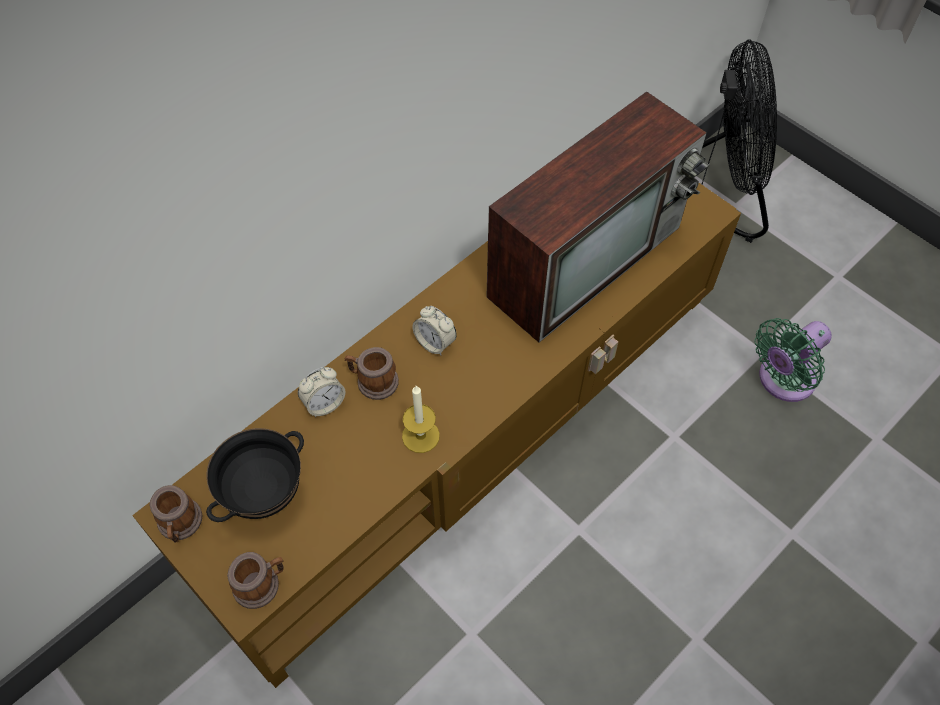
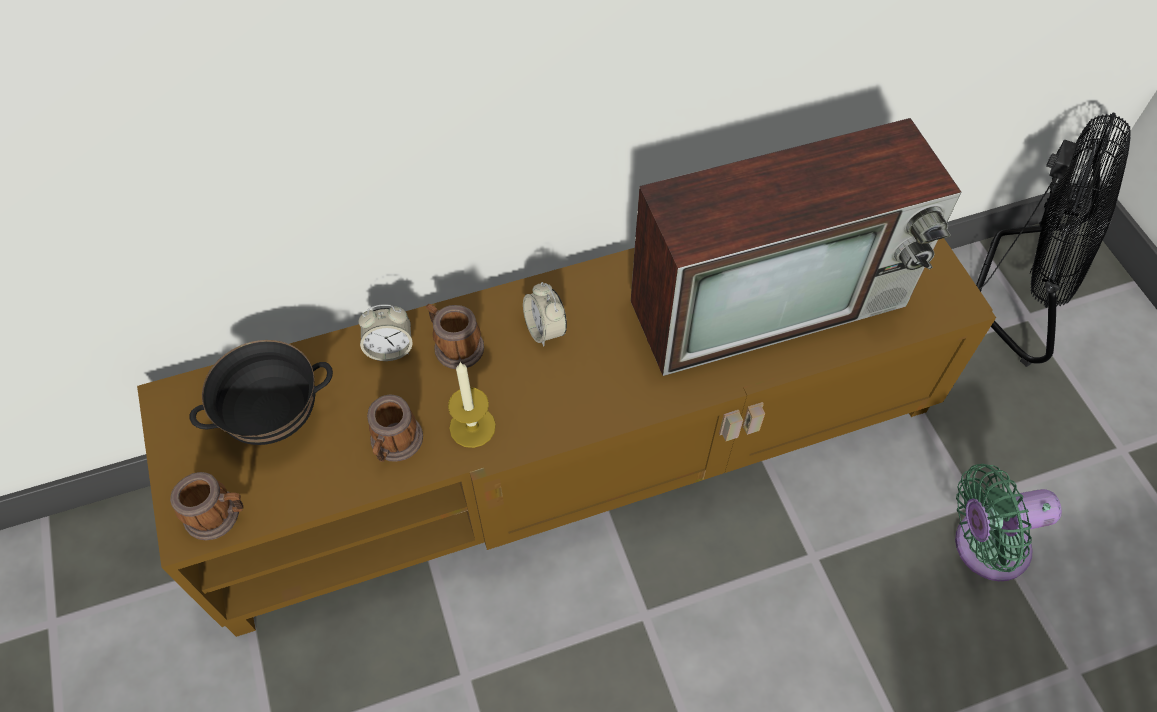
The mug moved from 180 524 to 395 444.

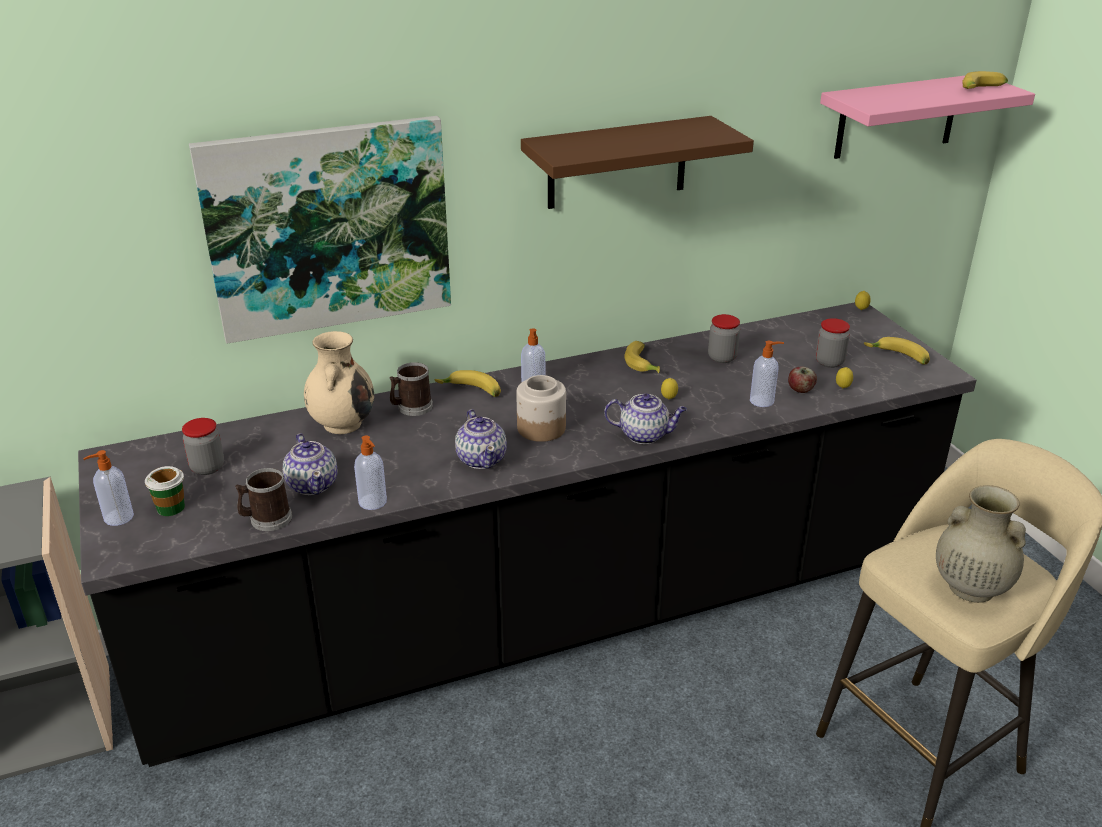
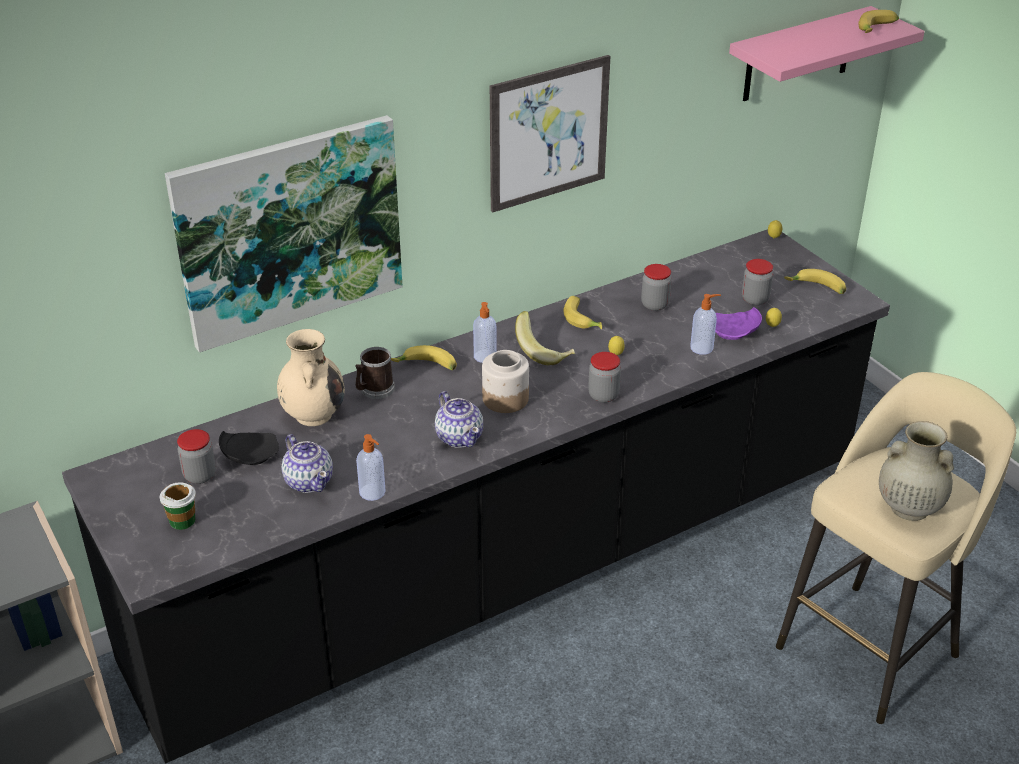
The étagère/marron at 617 163 was replaced by the tableau at 548 133.
The pomme at 800 390 was replaced by the assiette/violet at 734 333.
The théière at 645 435 was replaced by the bocal at 603 395.
The distributeur de savon at 117 518 disappeared.
The mug at 266 519 disappeared.
The banane at 544 352 appeared.
The assiette/noir at 249 456 appeared.

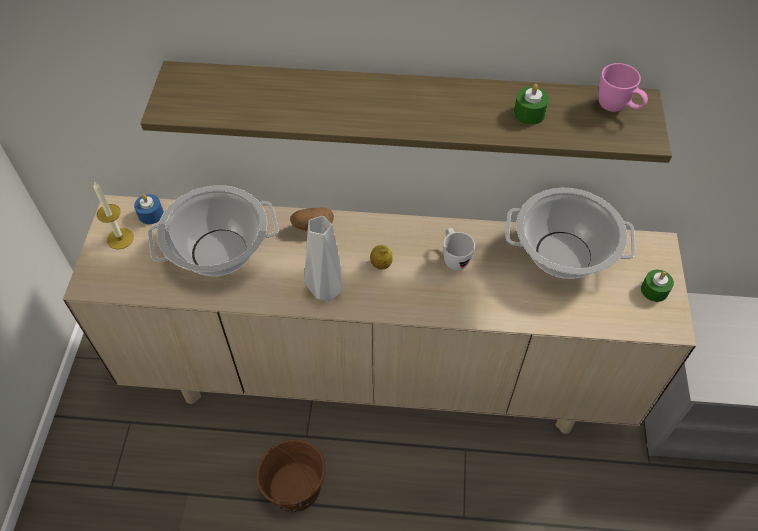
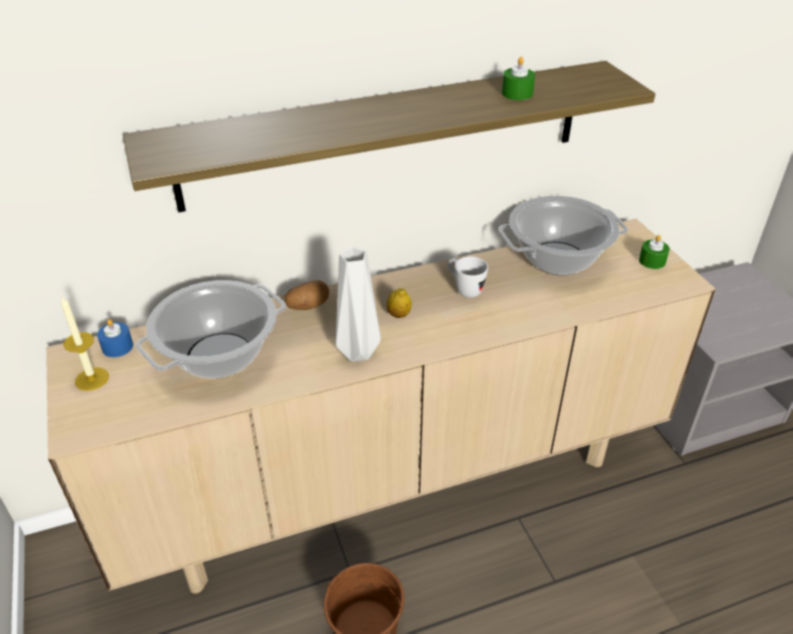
The mug/rose at 617 108 disappeared.

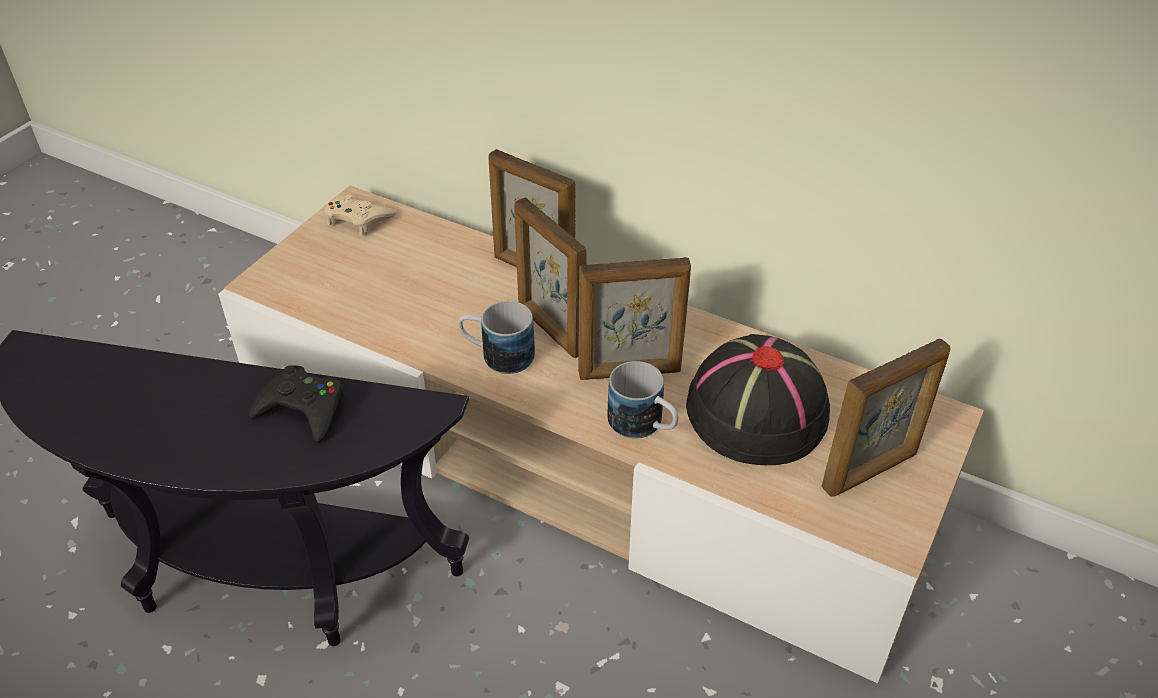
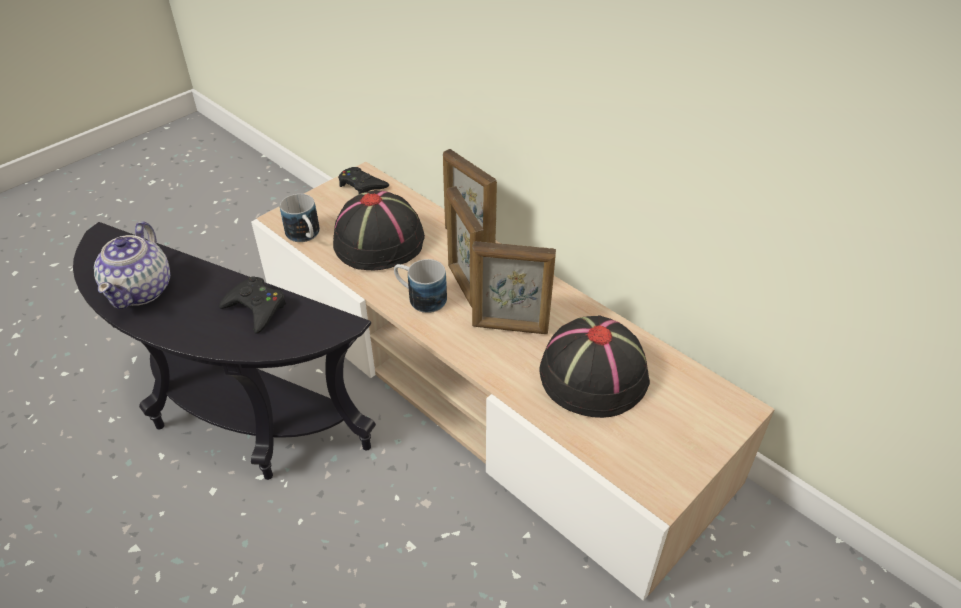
The manette/beige at 358 219 became the manette/noir at 362 185.
The cadre photo at 870 471 disappeared.
The mug moved from 644 426 to 305 236.
The chapeau/noir at 379 241 appeared.
The théière at 141 290 appeared.

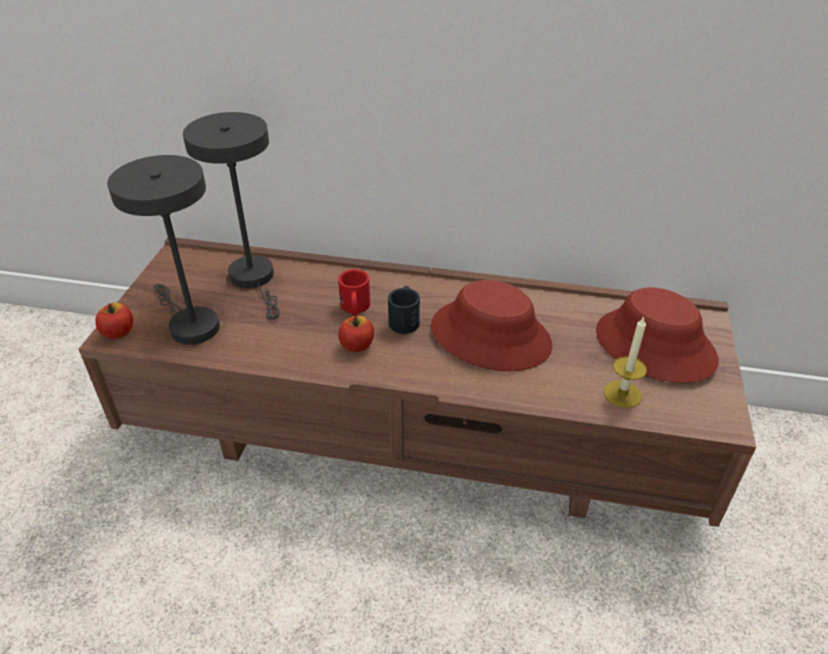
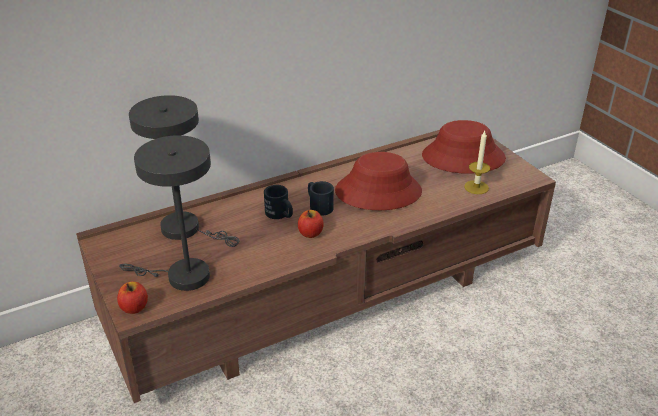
The mug/rouge at 355 308 became the mug/noir at 280 214.

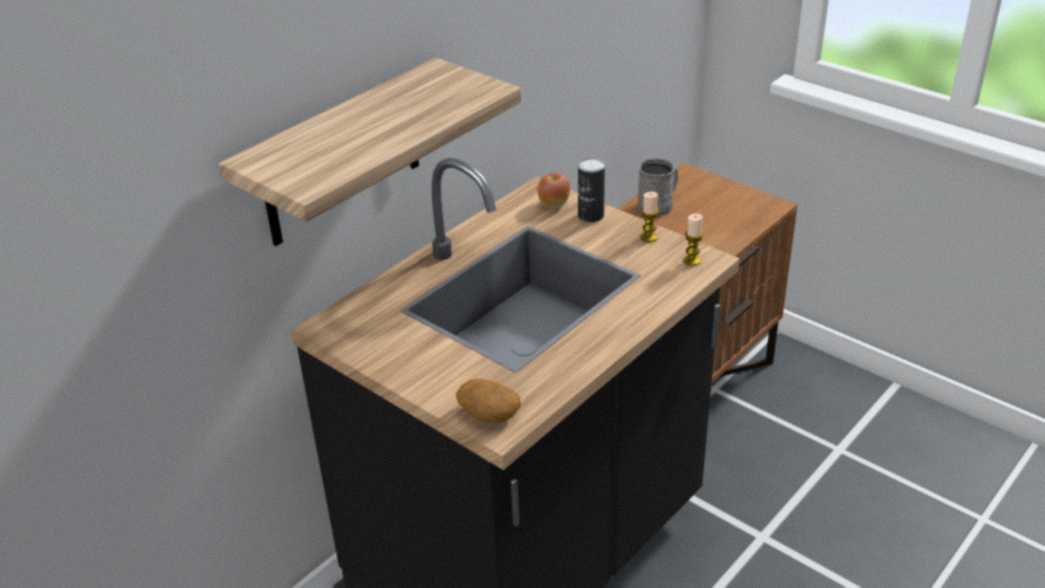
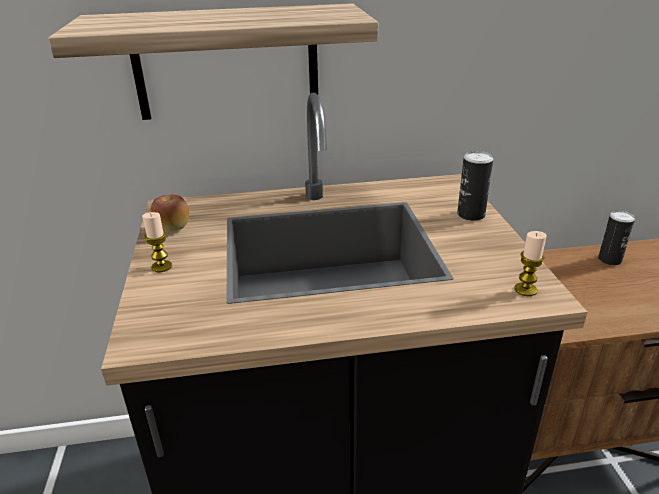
The mug/gris at 658 205 was replaced by the boîte métallique at 609 260.
The pomme moved from 554 204 to 173 228.
The bougie moved from 648 237 to 161 266.
The pomme de terre at 488 414 disappeared.

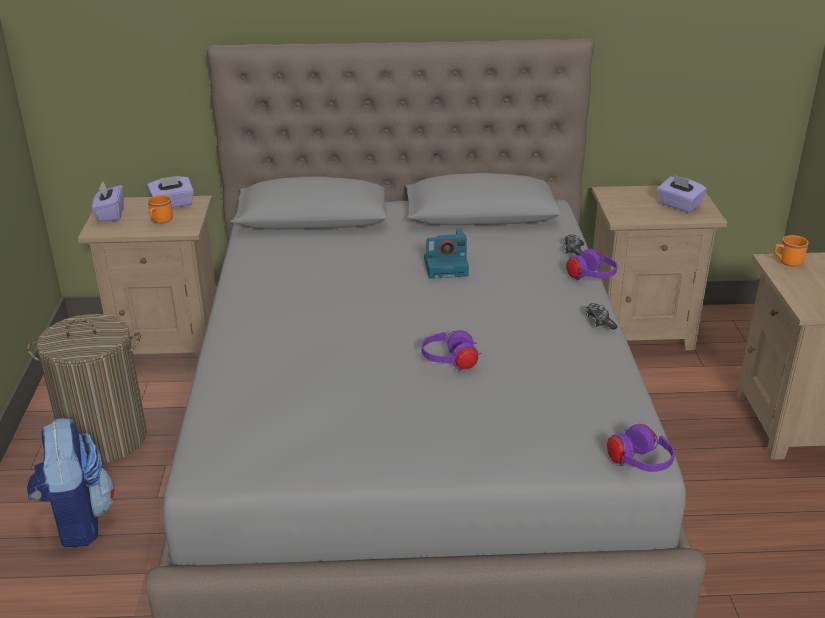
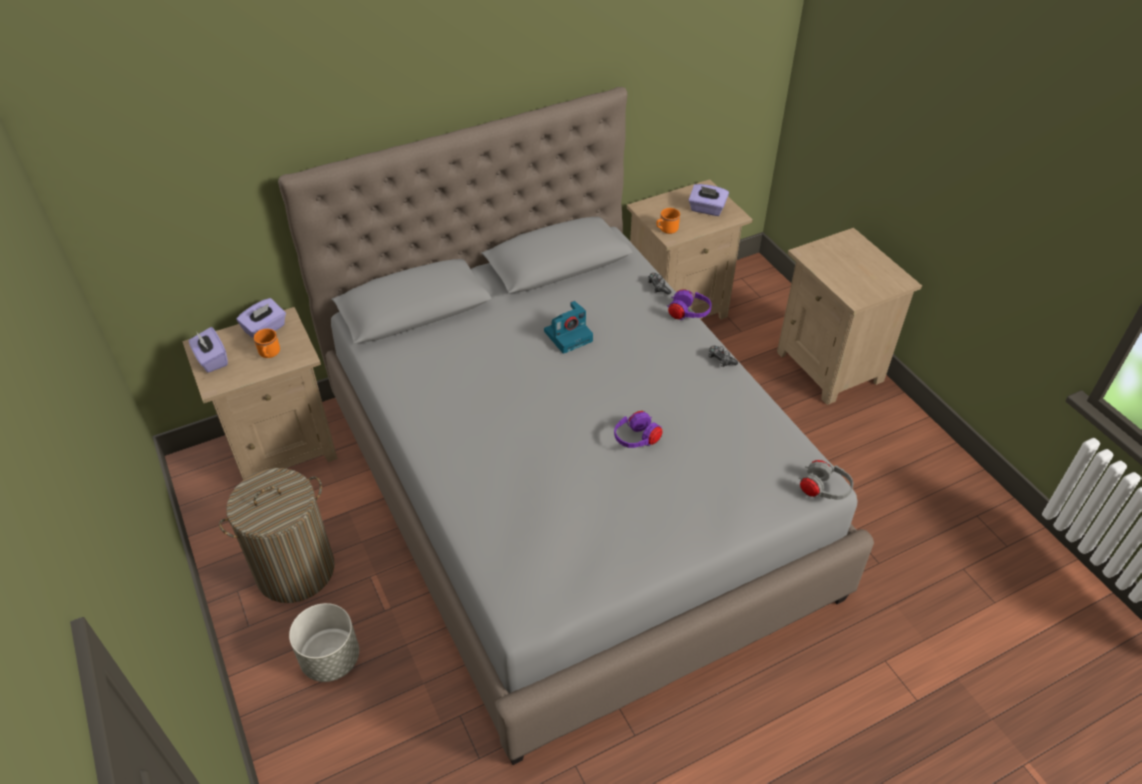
The mug/orange moved from 787 262 to 666 230.
The sac à dos at 77 520 was replaced by the cache-pot/gris at 330 659.
The casque audio/violet at 639 464 became the casque audio/gris at 823 490.

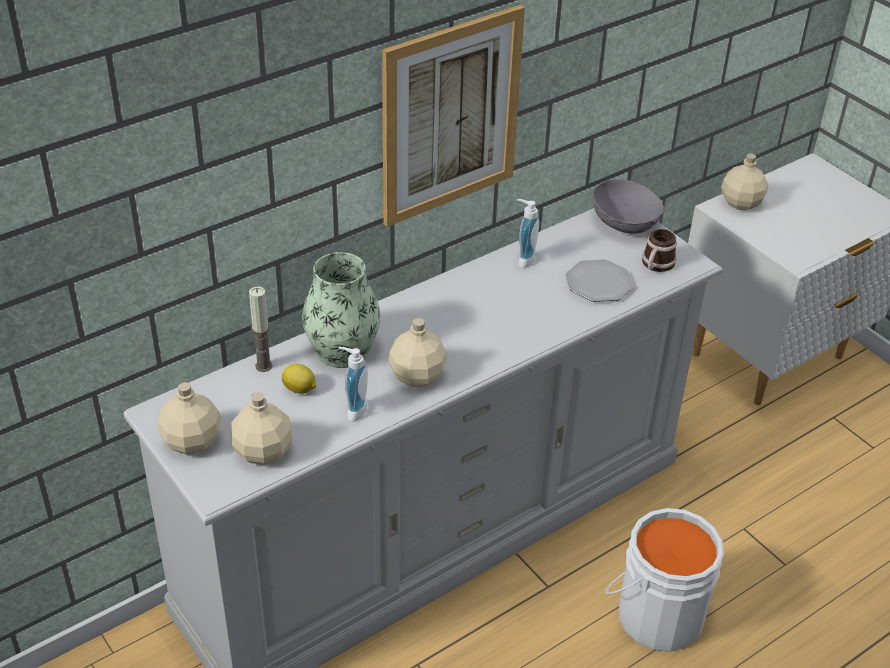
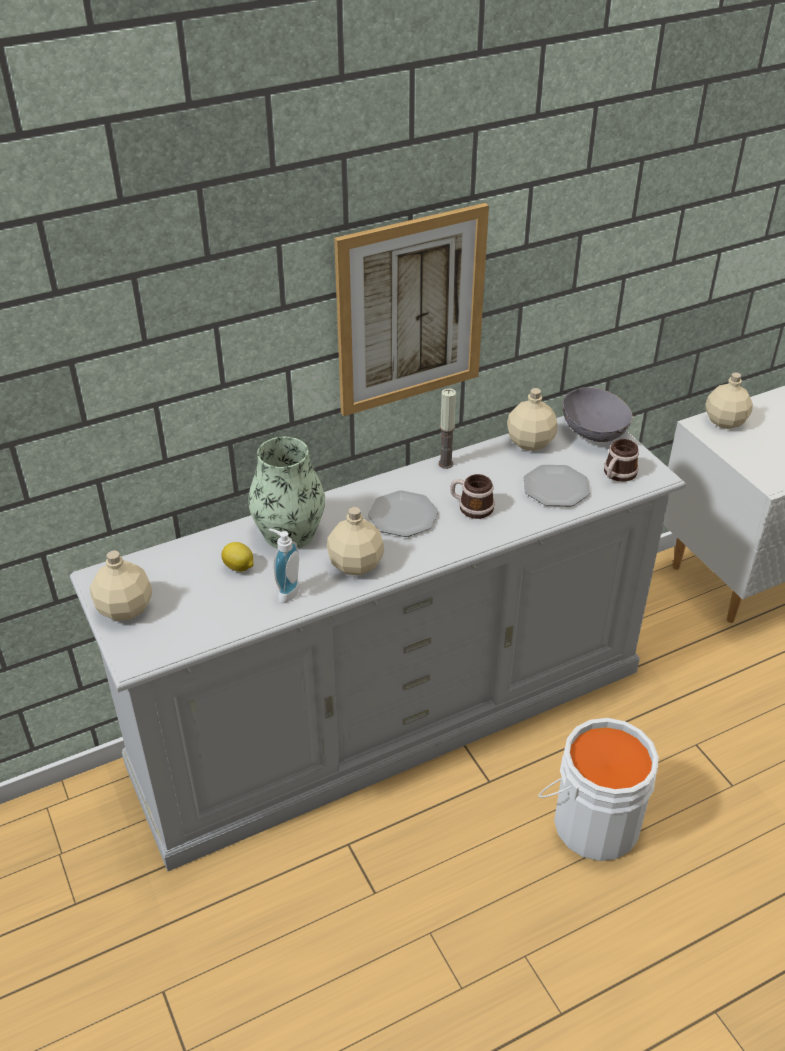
The distributeur de savon at 523 259 disappeared.
The bougie moved from 264 366 to 446 464.
The bouteille/beige moved from 263 452 to 530 443.
The mug at 471 507 appeared.
The assiette at 403 516 appeared.

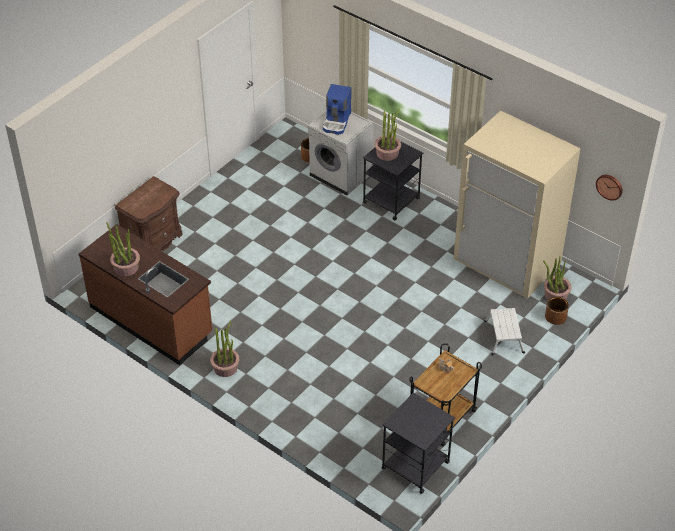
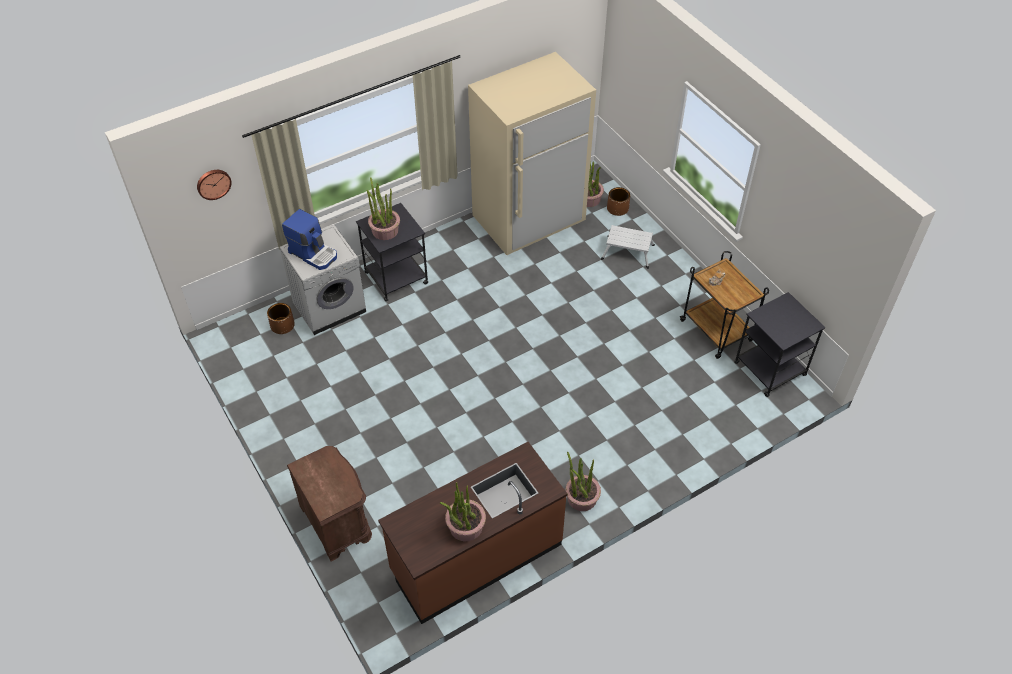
The horloge murale moved from 609 186 to 213 183.

